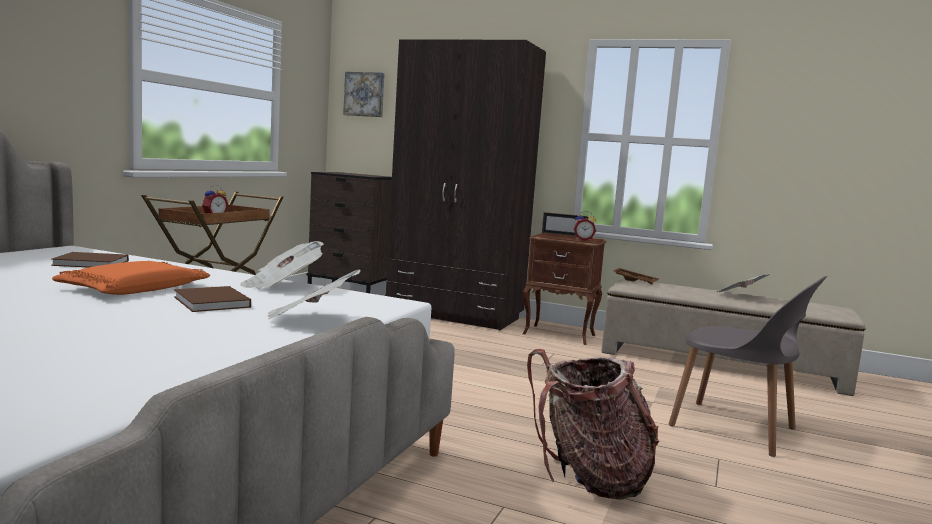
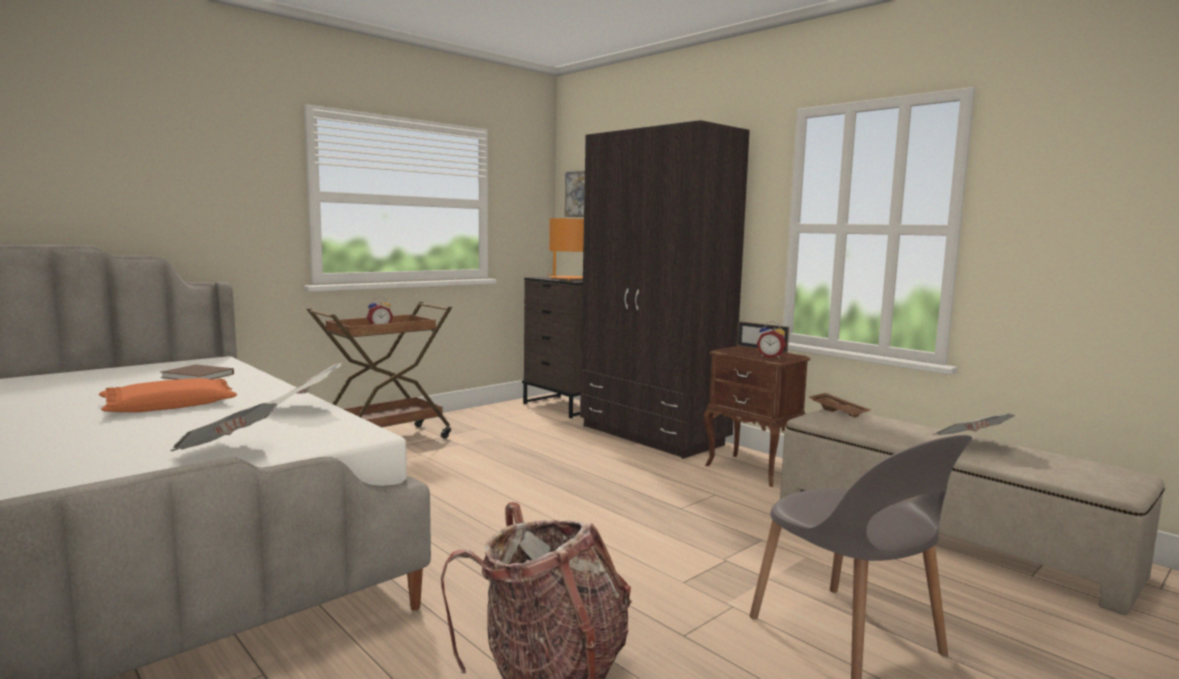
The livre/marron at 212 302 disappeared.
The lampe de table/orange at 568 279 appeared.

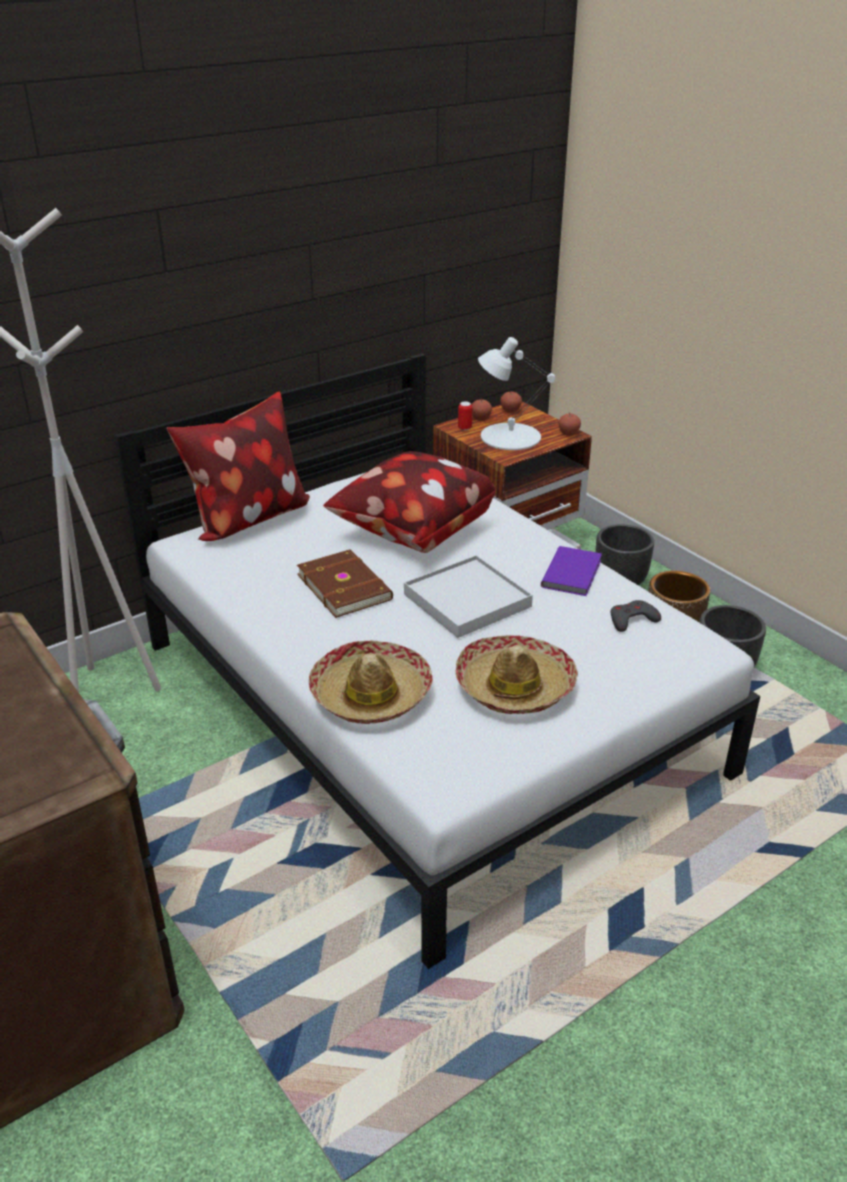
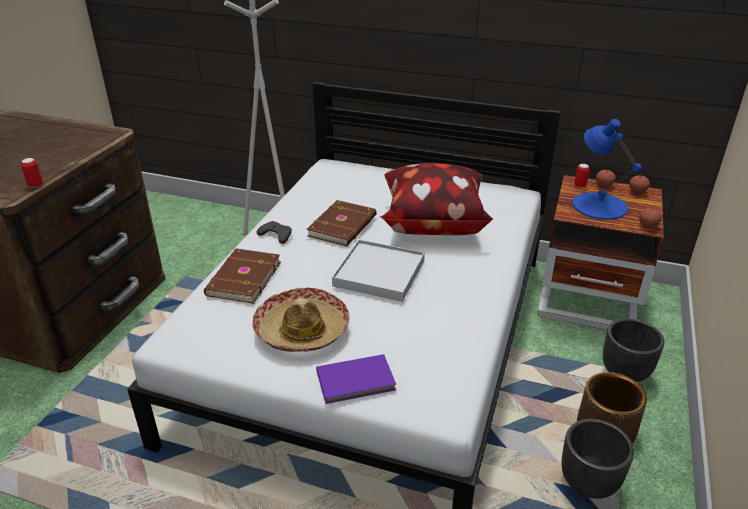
The lampe de table/blanc at 509 436 became the lampe de table/bleu at 599 205.
The coussin at 247 519 disappeared.
The livre/violet moved from 573 573 to 357 381.
The manette/gris moved from 632 620 to 276 235.
The chapeau at 371 694 was replaced by the livre/marron at 242 278.
The boîte métallique at 35 185 appeared.

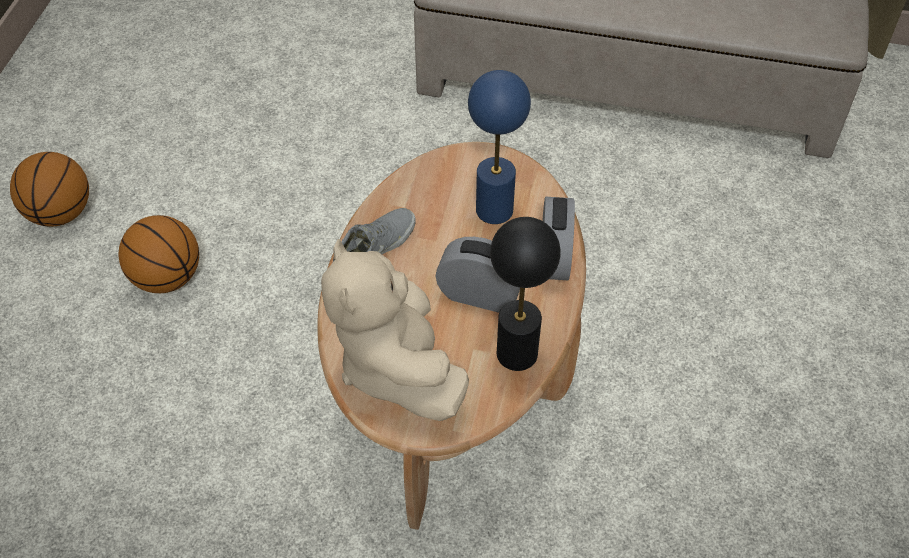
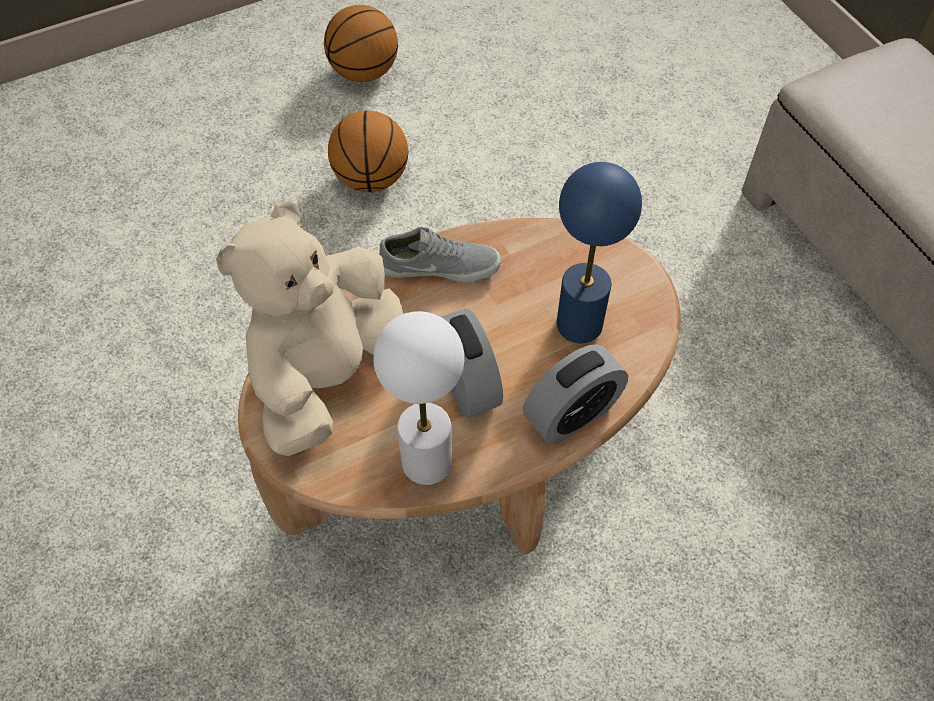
The lampe de table/noir at 516 353 became the lampe de table/blanc at 427 461.

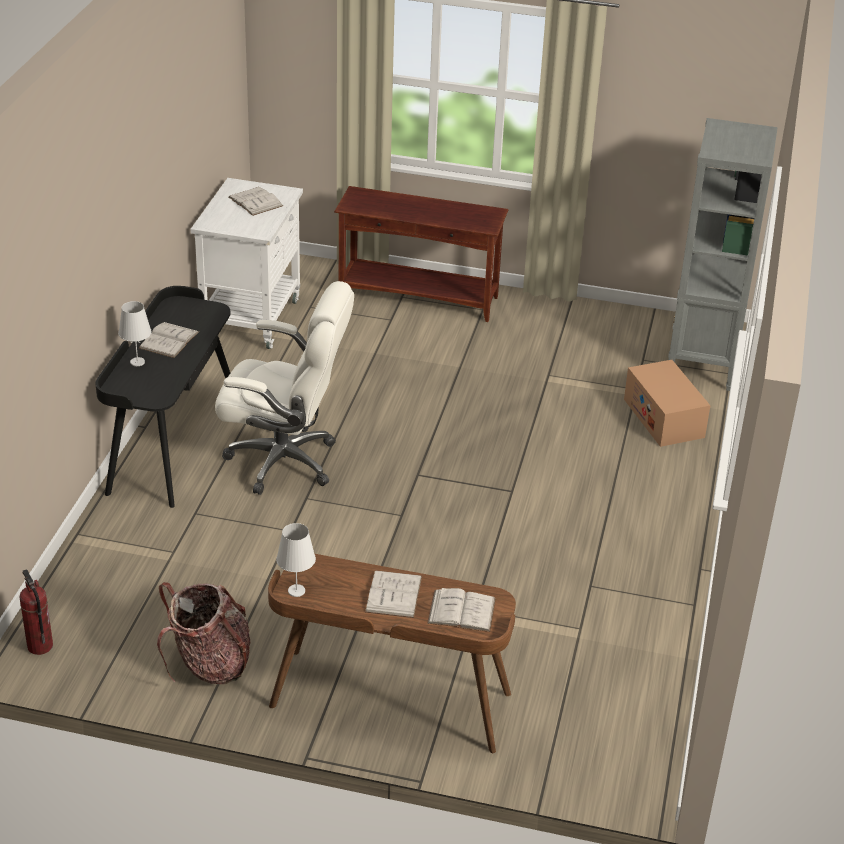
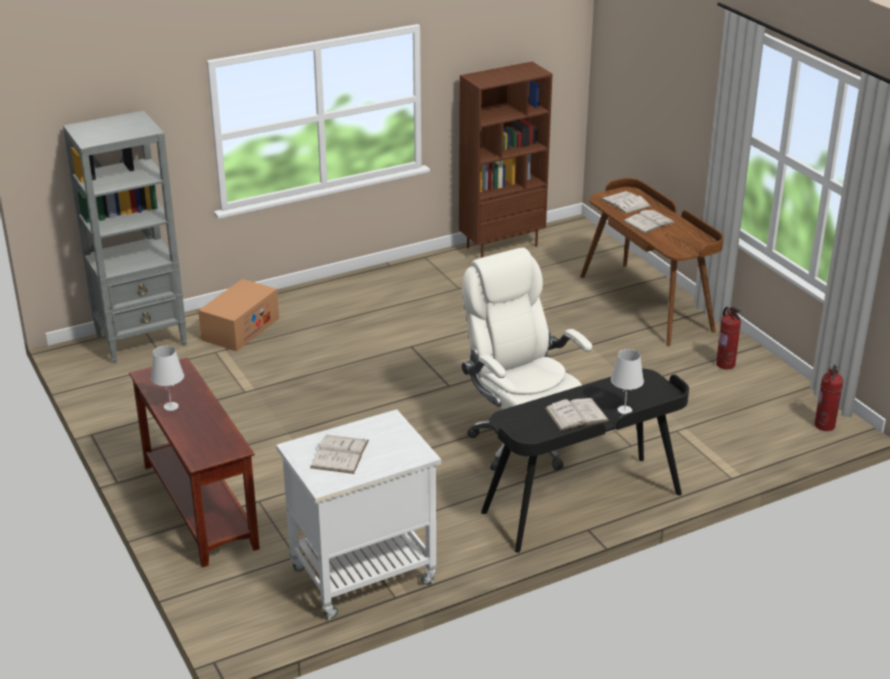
The lampe de table/blanc moved from 296 591 to 171 407.
The sac à dos at 209 664 was replaced by the extincteur at 726 364.
The bibliothèque/marron at 502 246 appeared.

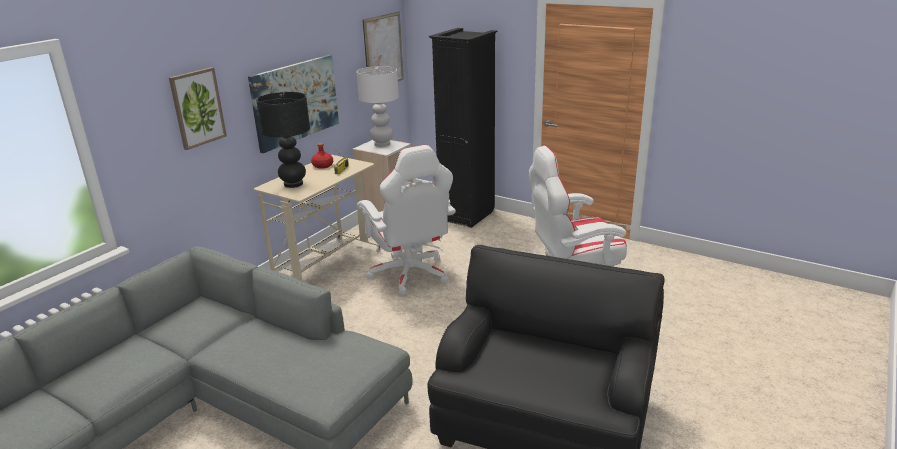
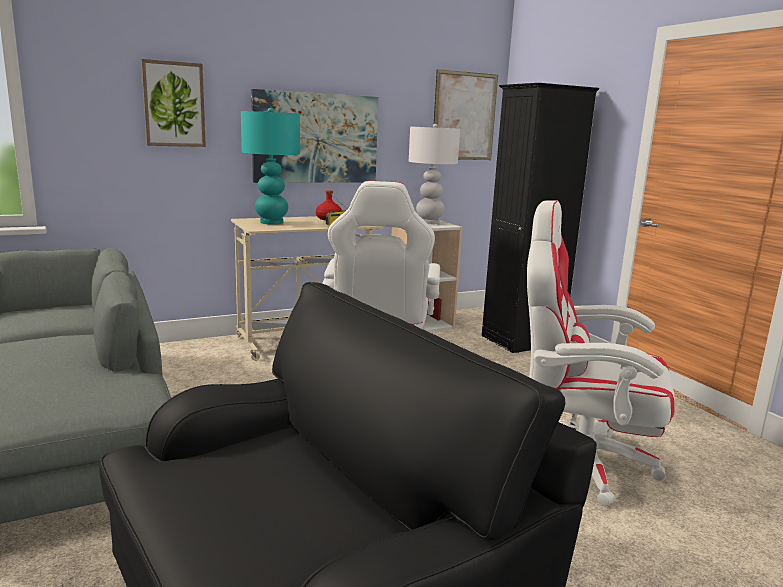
The lampe de table/noir at 293 184 became the lampe de table/turquoise at 272 222.

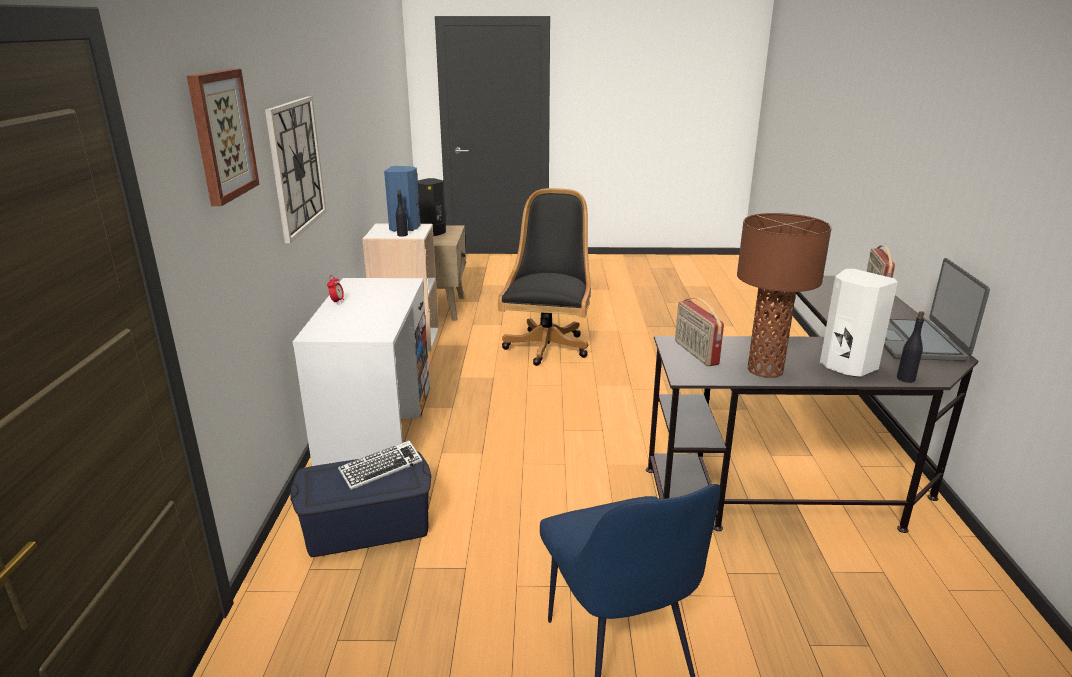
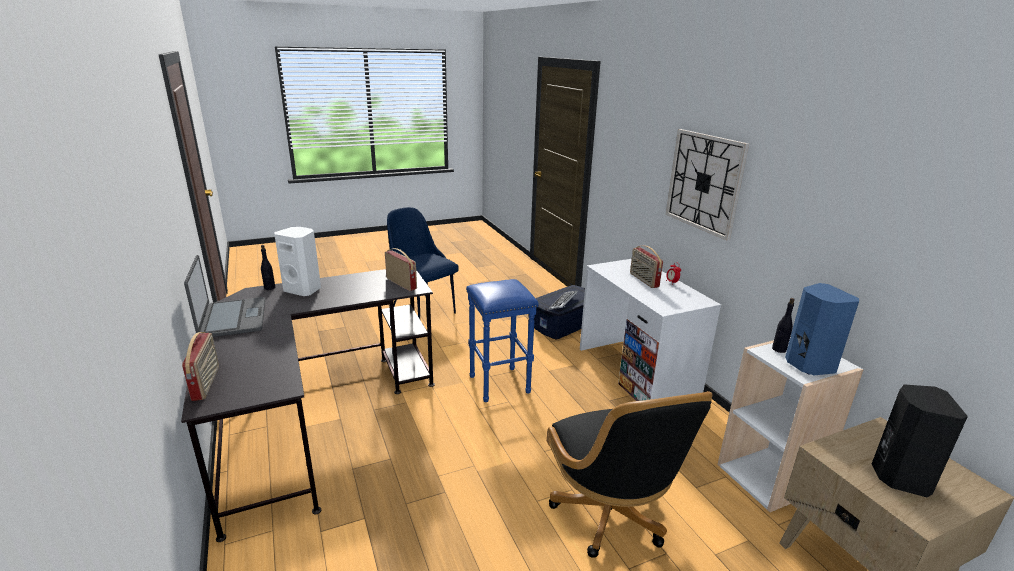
The tableau at 221 135 disappeared.
The lampe de table/marron at 764 370 disappeared.
The radio at 643 280 appeared.
The tabouret/bleu at 501 384 appeared.

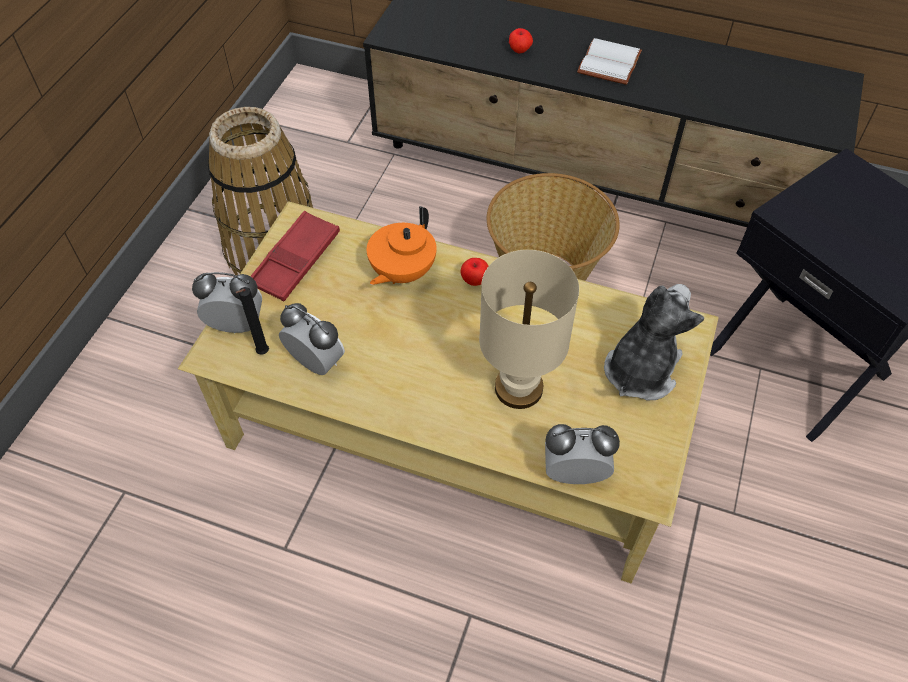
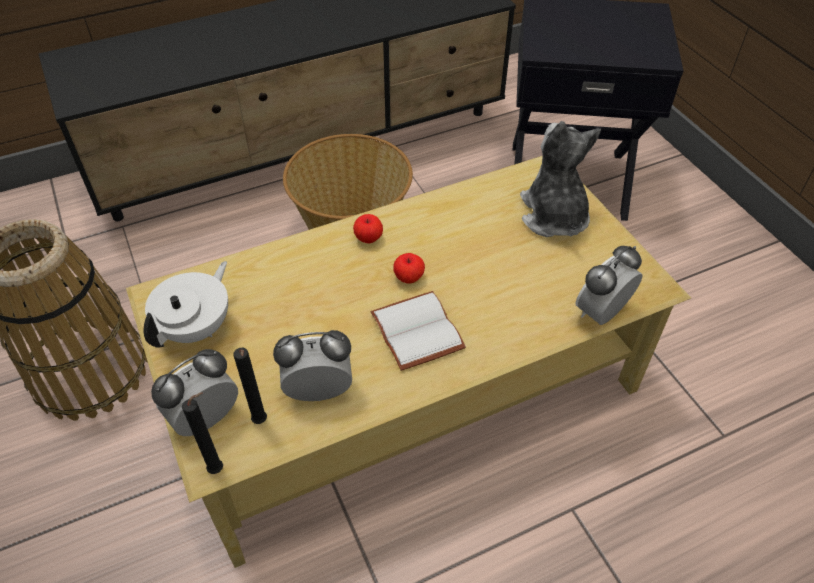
The pomme moved from 519 50 to 409 278.
The livre/blanc moved from 611 64 to 420 331.
The théière/orange at 402 272 disappeared.
The plateau/rouge at 296 261 was replaced by the théière/blanc at 197 328.
The lampe de table/beige at 519 387 disappeared.
The bougie/noir at 219 469 appeared.

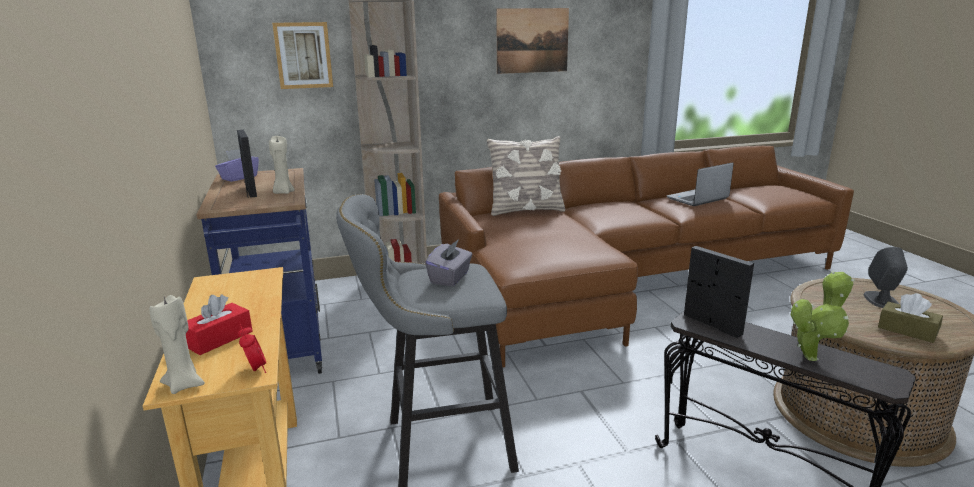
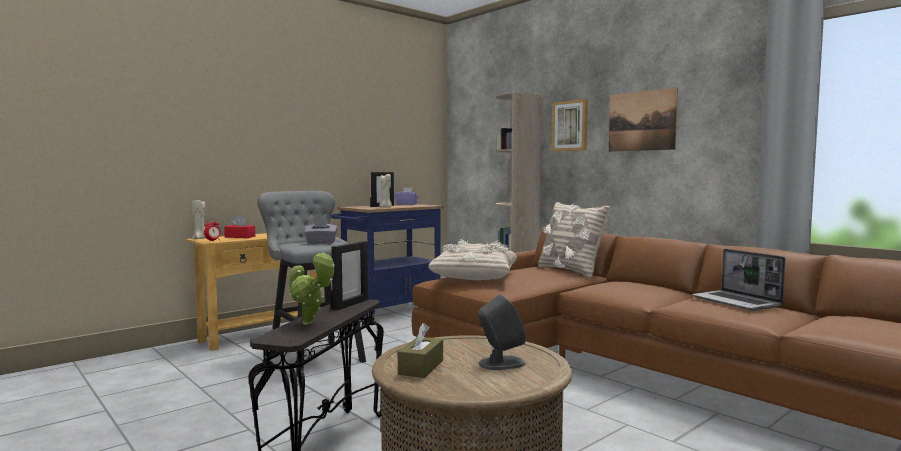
The tableau moved from 303 55 to 570 126.
The ordinateur portable at 697 199 turned 150 degrees counterclockwise.
The coussin/beige at 474 278 appeared.

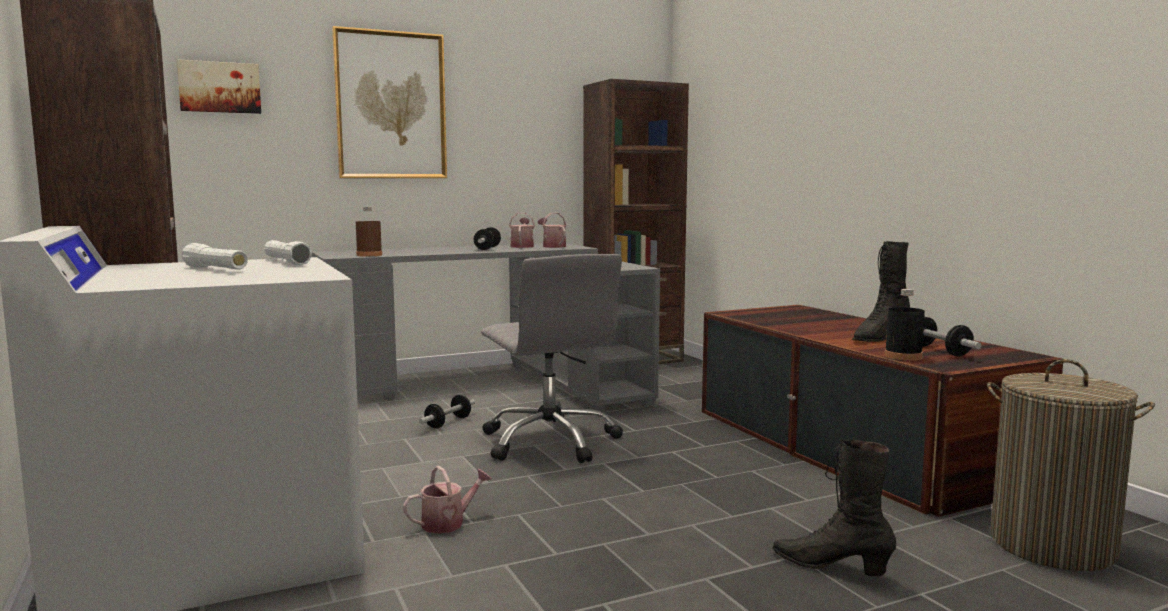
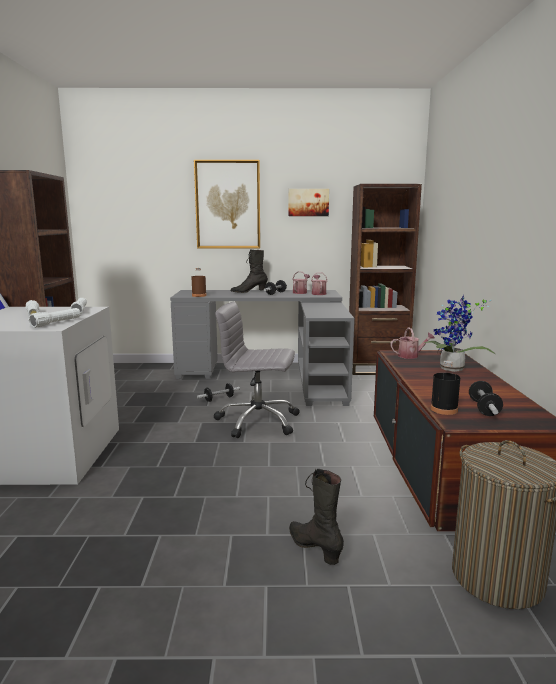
The tableau moved from 219 87 to 308 202.
The botte/noir moved from 878 338 to 249 292.
The chaise de bureau/gris at 550 442 turned 105 degrees clockwise.
The arrosoir moved from 448 523 to 411 356.
The plante en pot at 451 370 appeared.
The lampe de poche/blanc at 56 323 appeared.

